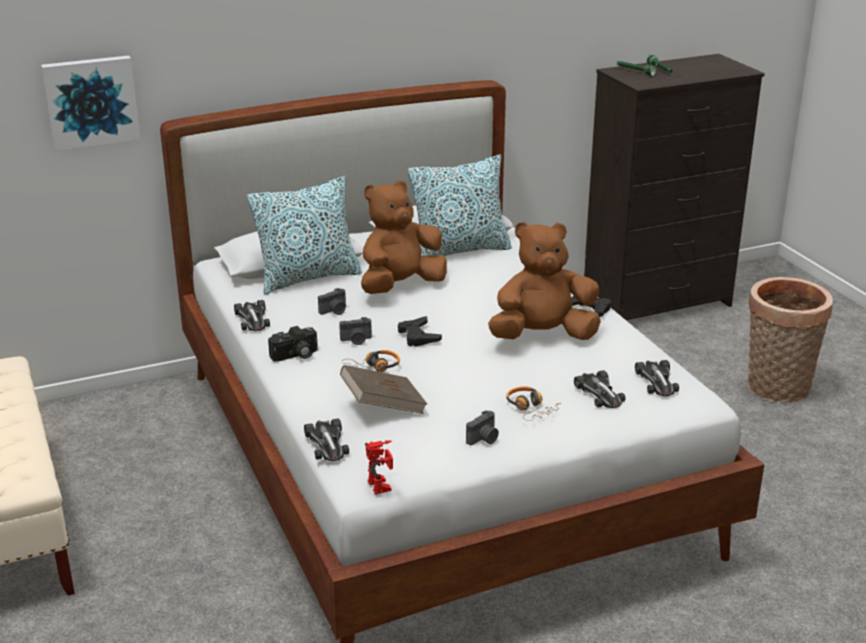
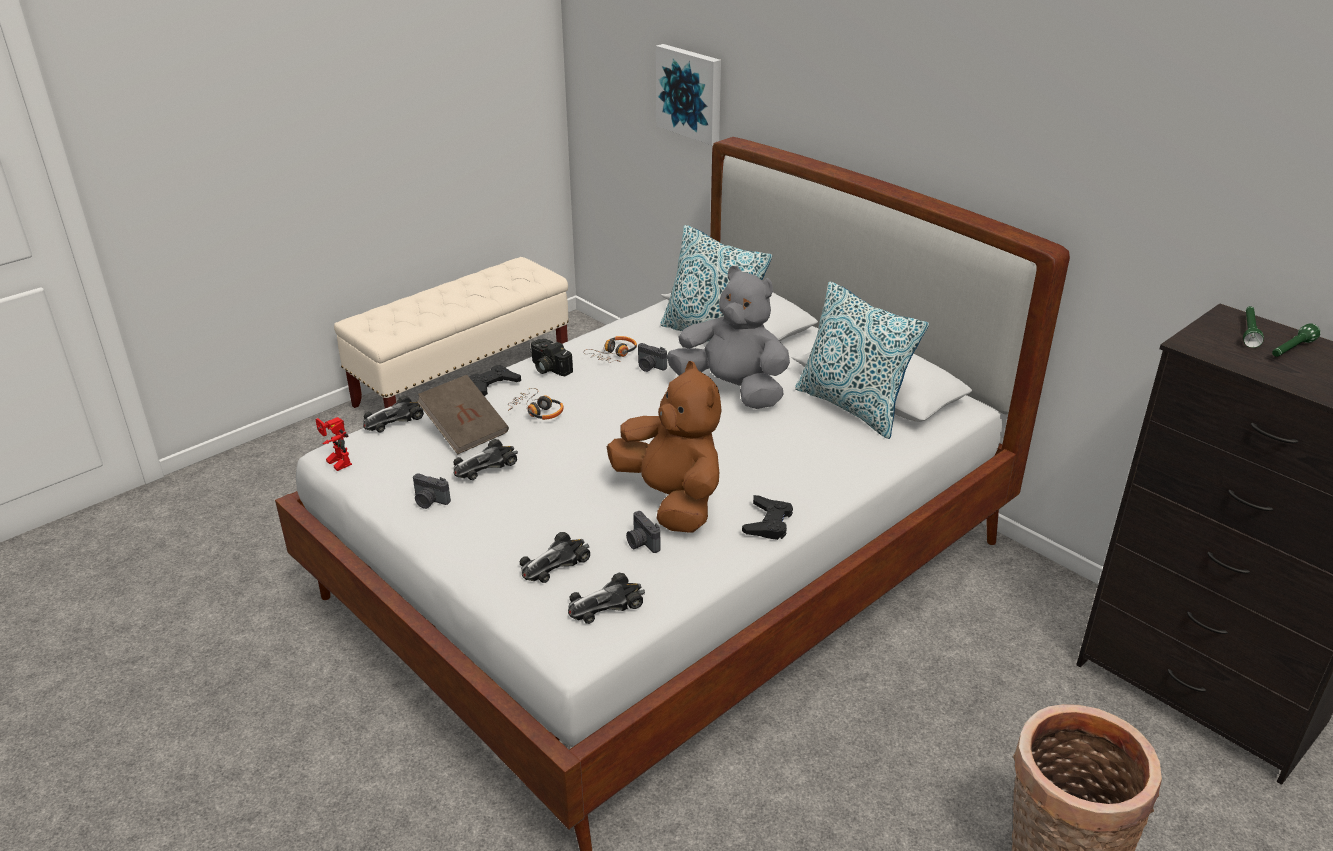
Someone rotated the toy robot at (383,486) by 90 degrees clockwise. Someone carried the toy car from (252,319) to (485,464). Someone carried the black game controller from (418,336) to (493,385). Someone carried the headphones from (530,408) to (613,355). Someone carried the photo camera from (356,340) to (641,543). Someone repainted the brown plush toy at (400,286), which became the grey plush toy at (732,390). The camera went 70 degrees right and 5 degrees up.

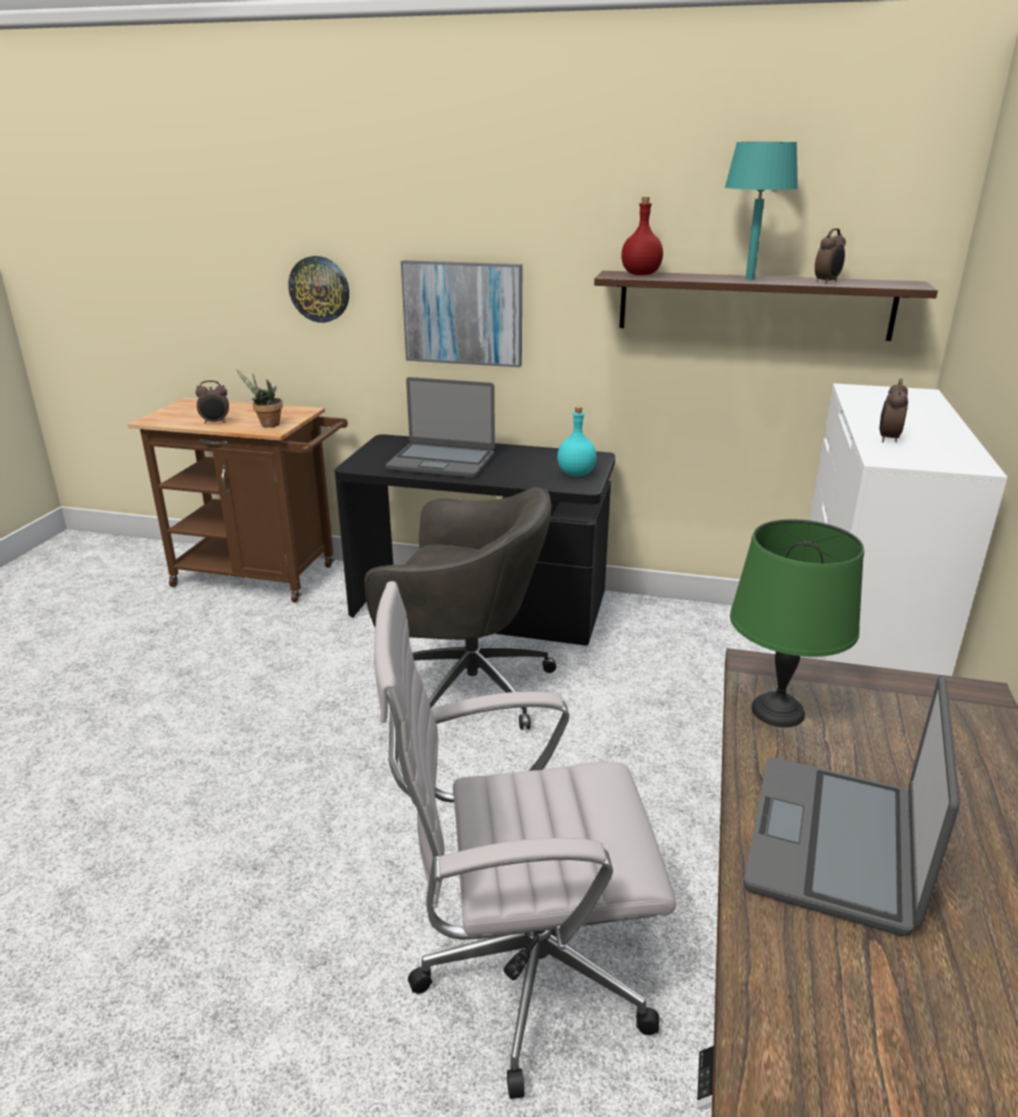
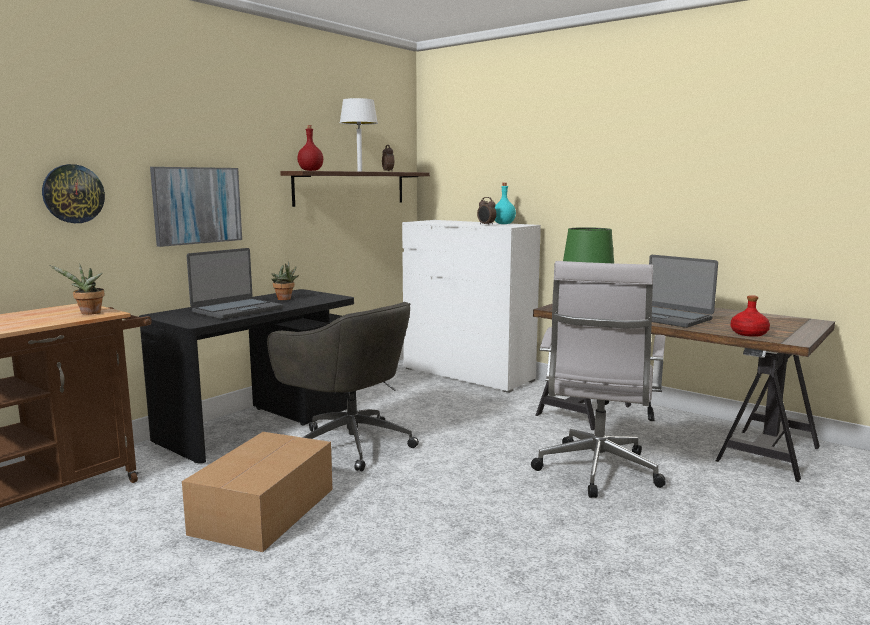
Someone put down the cardboard box at (262,511). Someone rotated the grey office chair at (466,686) by 90 degrees clockwise. Someone put down the potted plant at (285,299). Someone repainted the turquoise table lamp at (750,279), which became the white table lamp at (360,171). Someone carried the turquoise bottle from (576,473) to (503,224). Someone put down the red bottle at (748,333). Someone took away the alarm clock at (215,422). The camera went 65 degrees left and 15 degrees down.

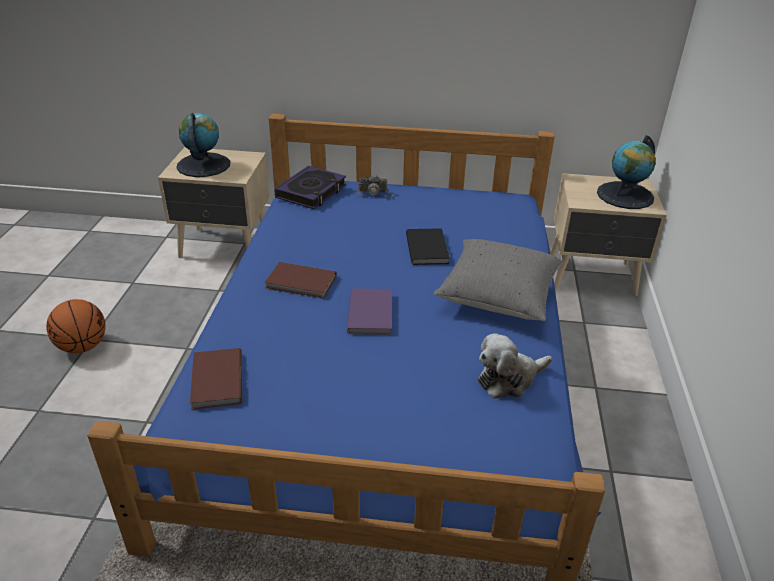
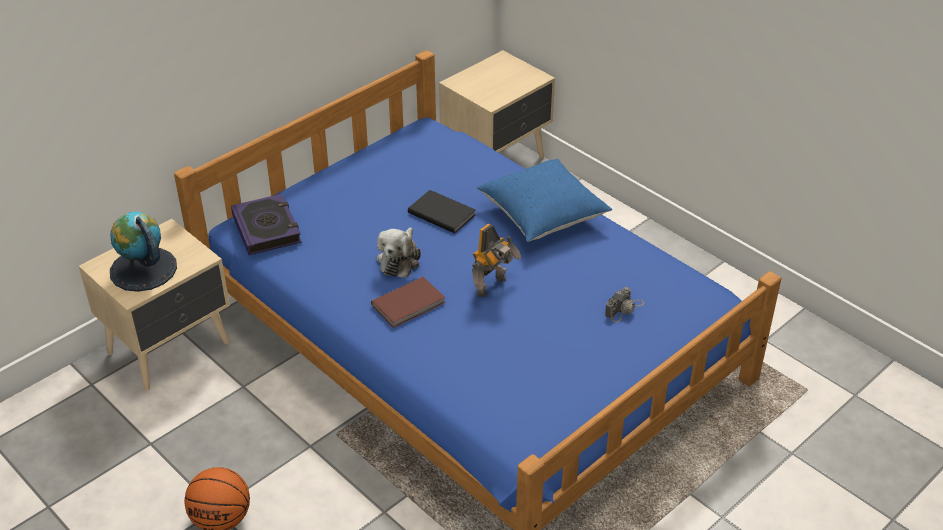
Someone carried the plush toy from (509,379) to (399,260). Someone swapped the purple book at (372,313) for the toy robot at (493,287). Someone repainted the grey pillow at (498,296), which became the blue pillow at (542,215). Someone carried the photo camera from (375,192) to (624,309). Someone took away the brown book at (215,381). Someone took away the globe at (625,195). The camera went 50 degrees left and 5 degrees up.

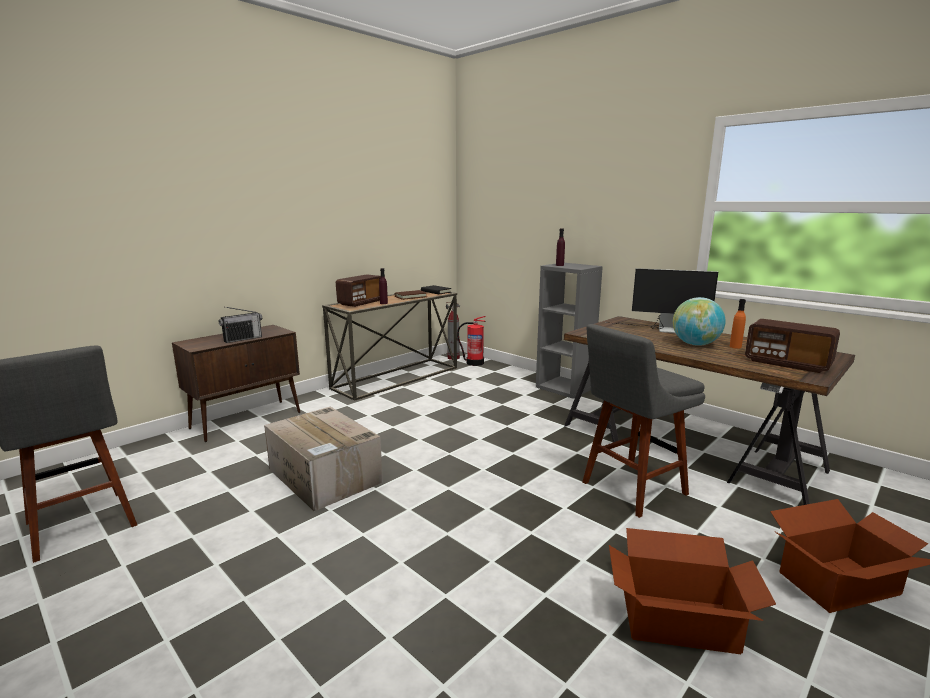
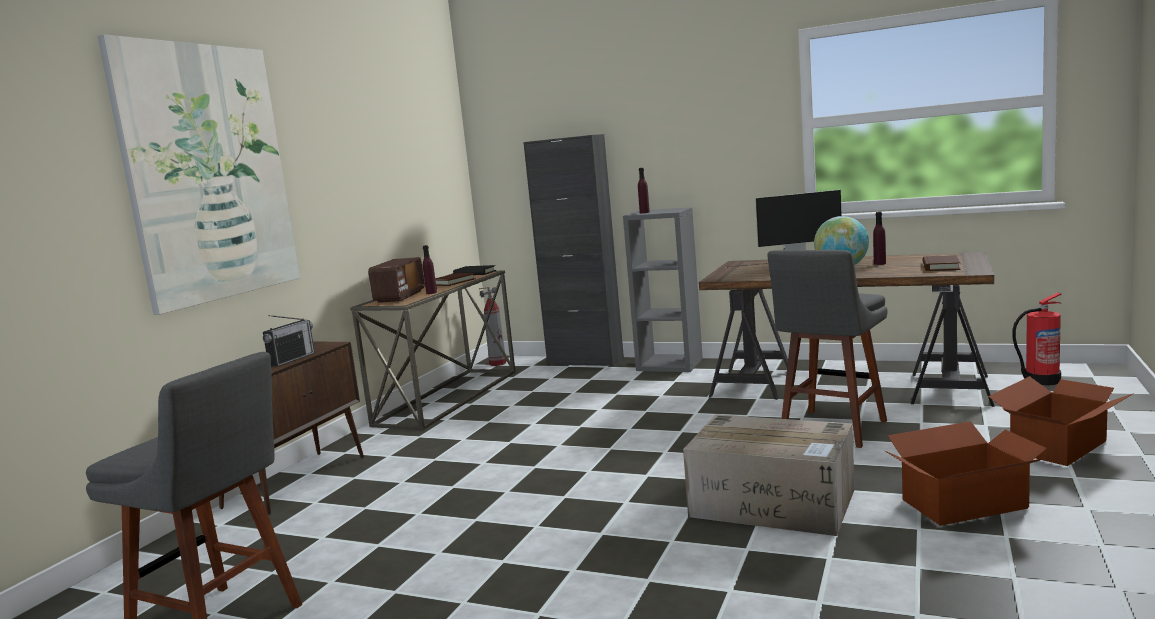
Someone put up the picture at (209,173). Someone put down the black cabinet at (585,361). Someone carried the cardboard box from (325,476) to (775,503). Someone repainted the orange bottle at (735,347), which became the purple bottle at (879,263). Someone swapped the radio at (787,363) for the brown book at (940,266). Someone carried the fire extinguisher from (474,363) to (1040,380). The camera went 20 degrees left and 5 degrees down.

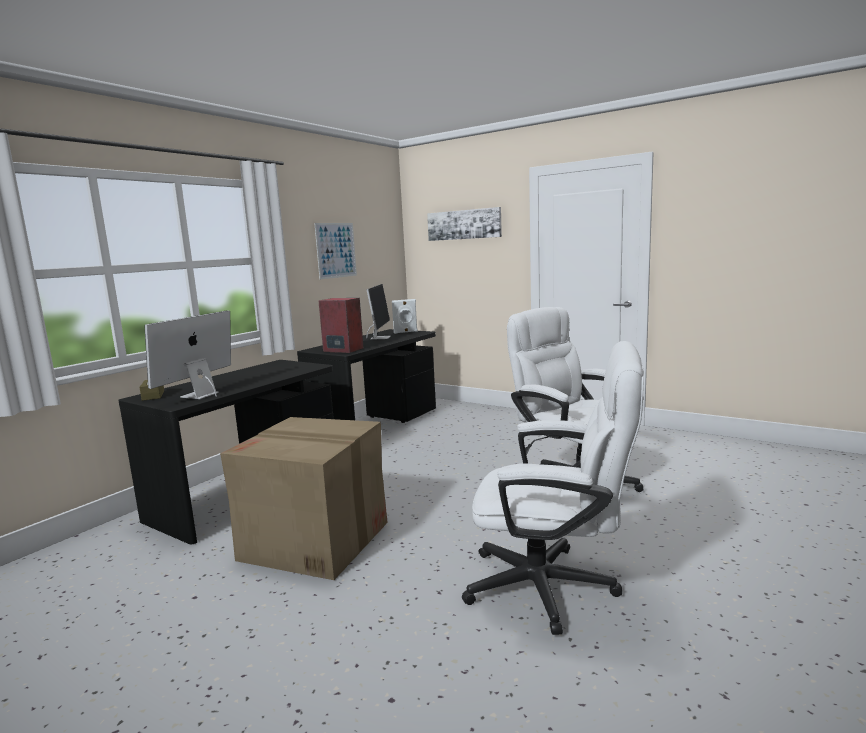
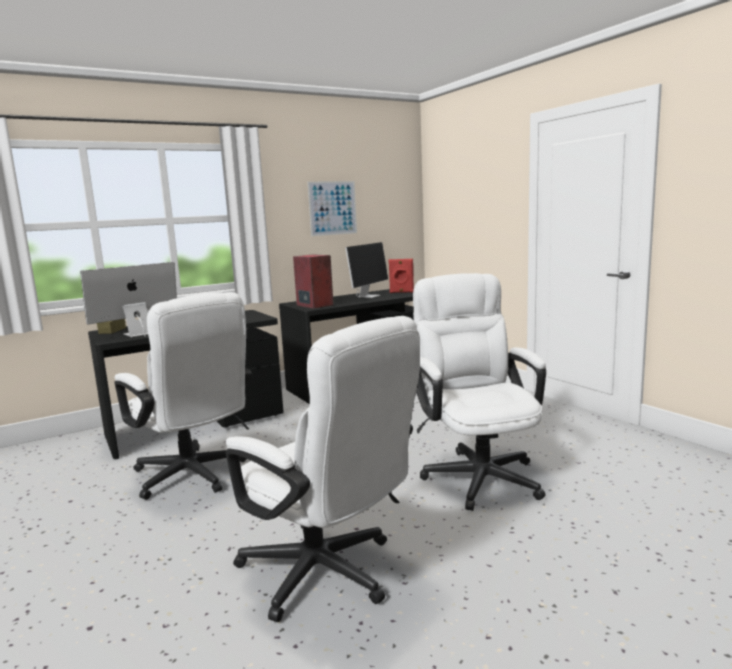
Someone swapped the cardboard box at (316,541) for the white office chair at (194,477). Someone repainted the white speaker at (405,332), which became the red speaker at (401,292). Someone took away the picture at (464,224). The camera went 25 degrees right and 0 degrees up.

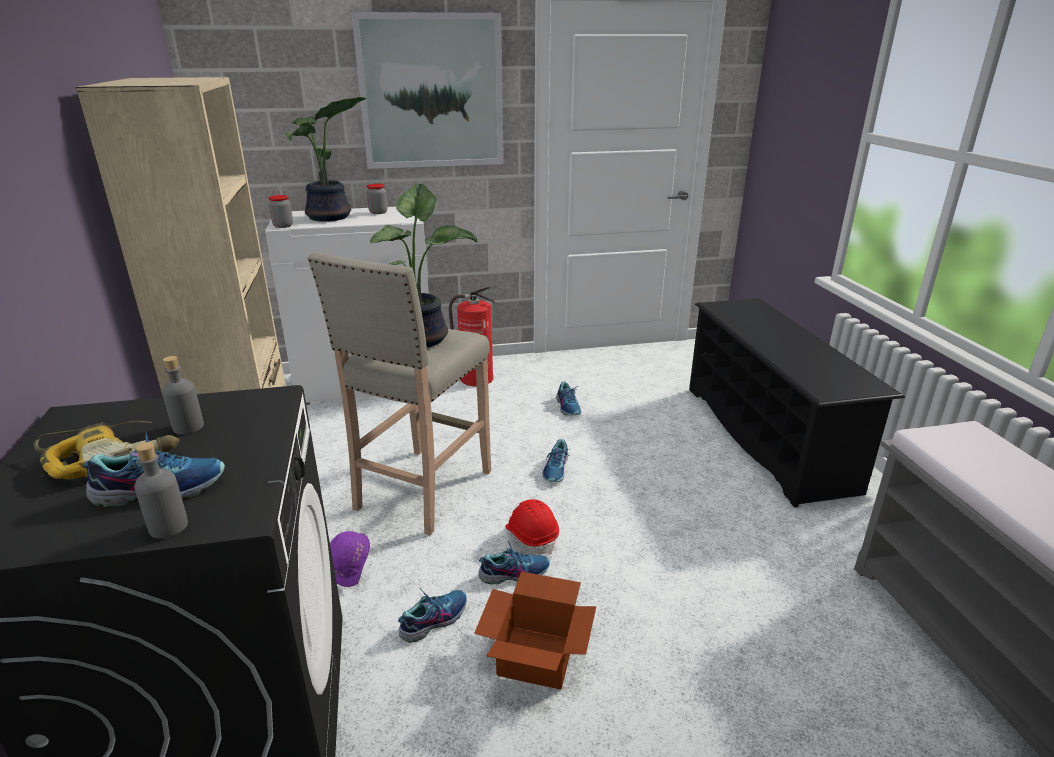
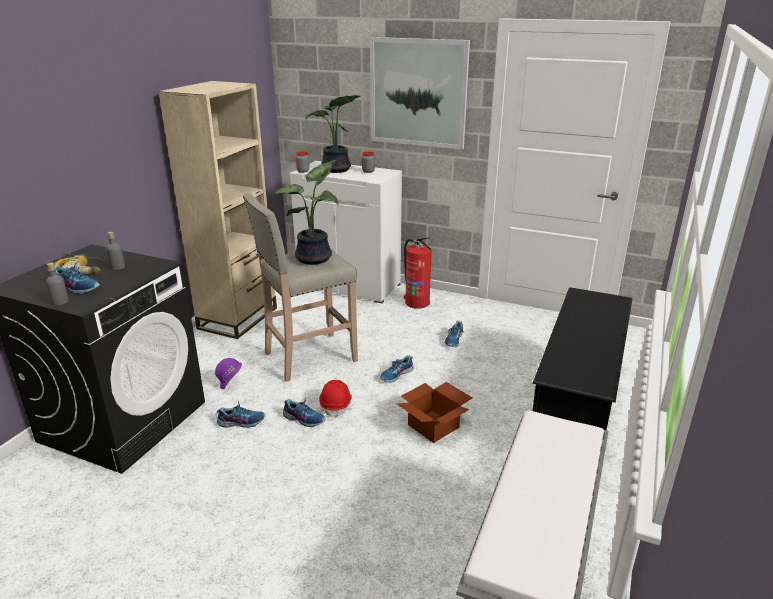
Someone carried the cardboard box from (538,655) to (435,426). The camera went 35 degrees right and 0 degrees up.

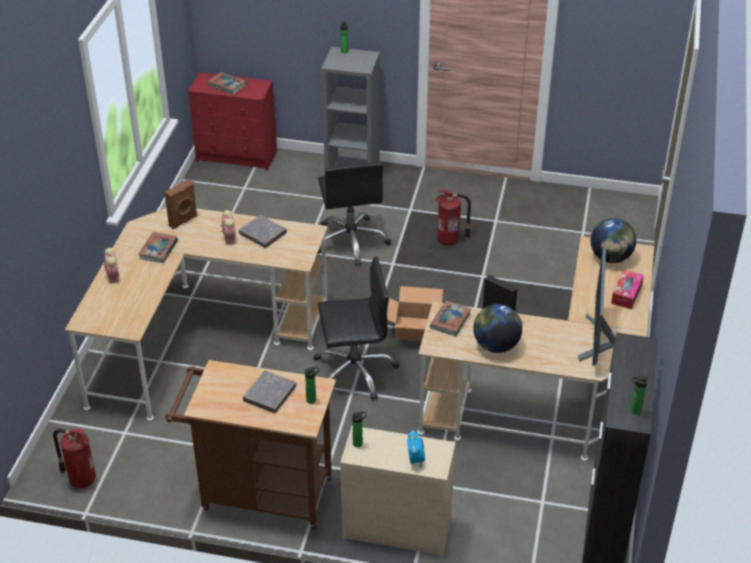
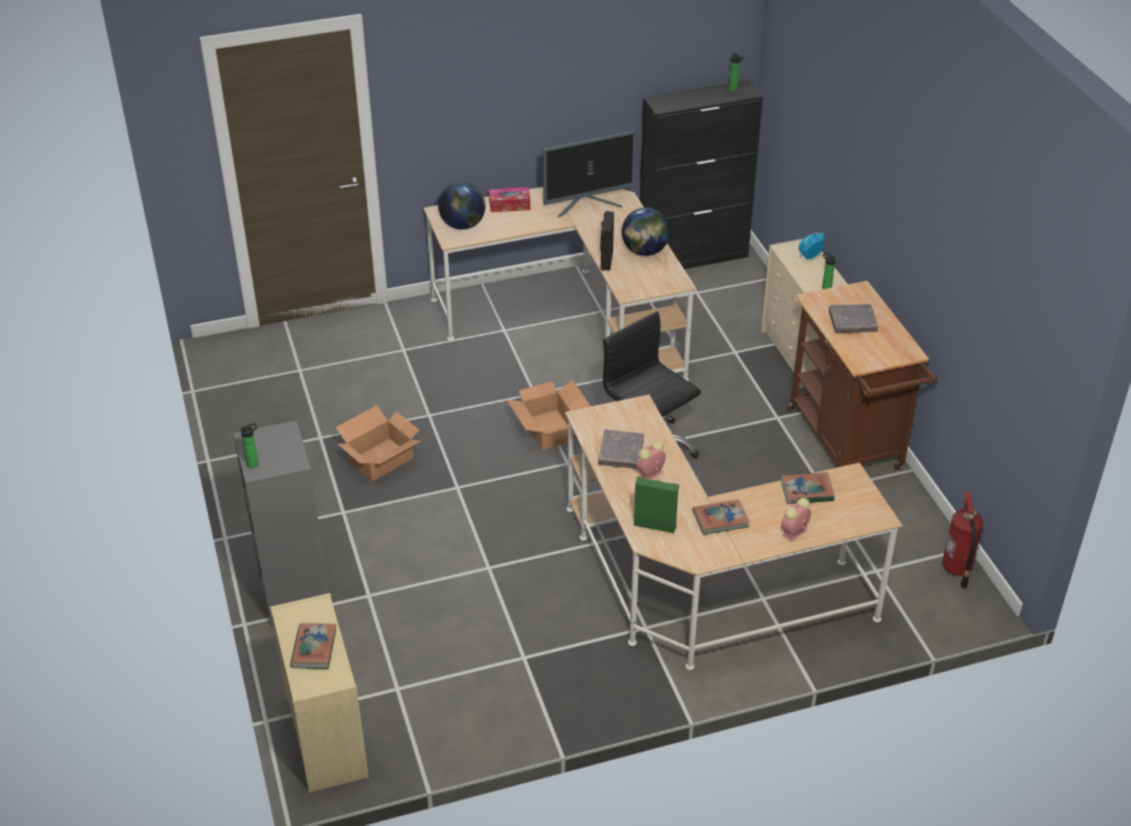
Someone repainted the red dresser at (237,156), which became the beige dresser at (326,735). Someone swapped the fire extinguisher at (450,240) for the cardboard box at (381,459). Someone repainted the brown speaker at (184,221), which became the green speaker at (655,525). Someone carried the book from (450,320) to (807,491). Someone took away the bottle at (312,399). Someone took away the black office chair at (351,241). The camera went 120 degrees left and 0 degrees up.

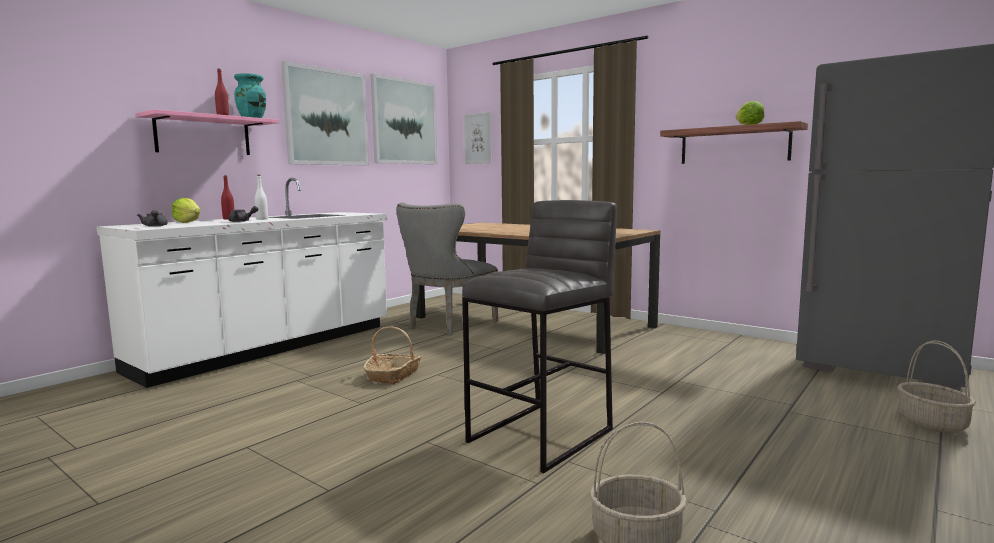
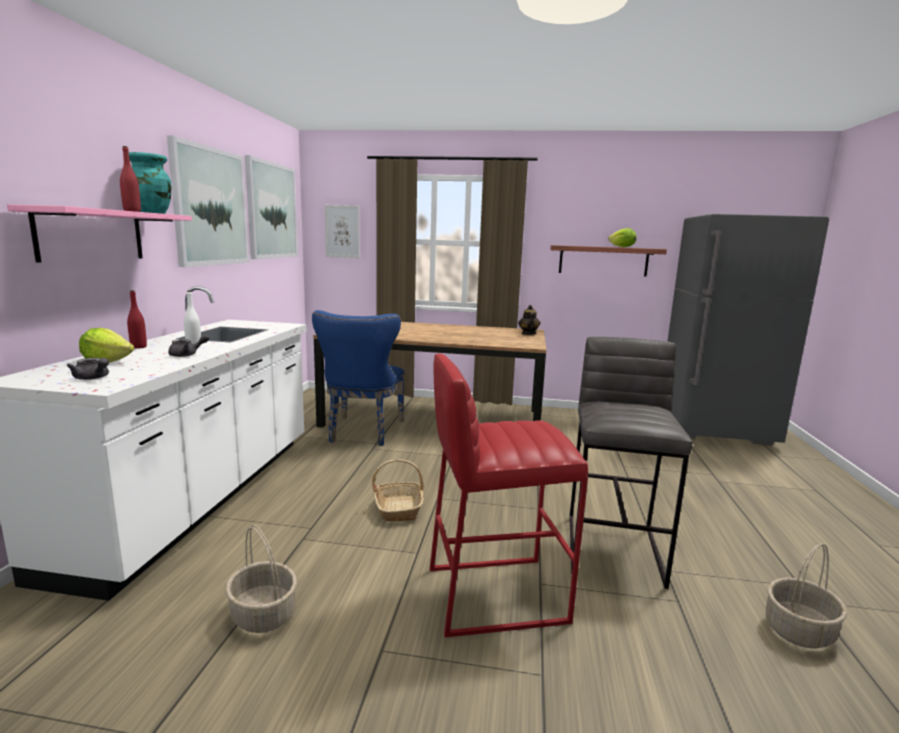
Someone carried the basket from (933,424) to (264,614). Someone repainted the grey chair at (448,325), which became the blue chair at (363,432). Someone put down the red stool at (494,593). Someone put down the teapot at (528,334). The camera went 30 degrees left and 5 degrees up.

